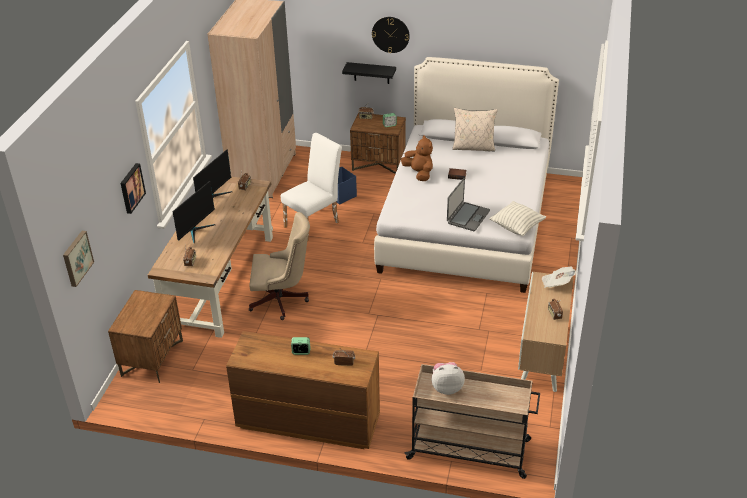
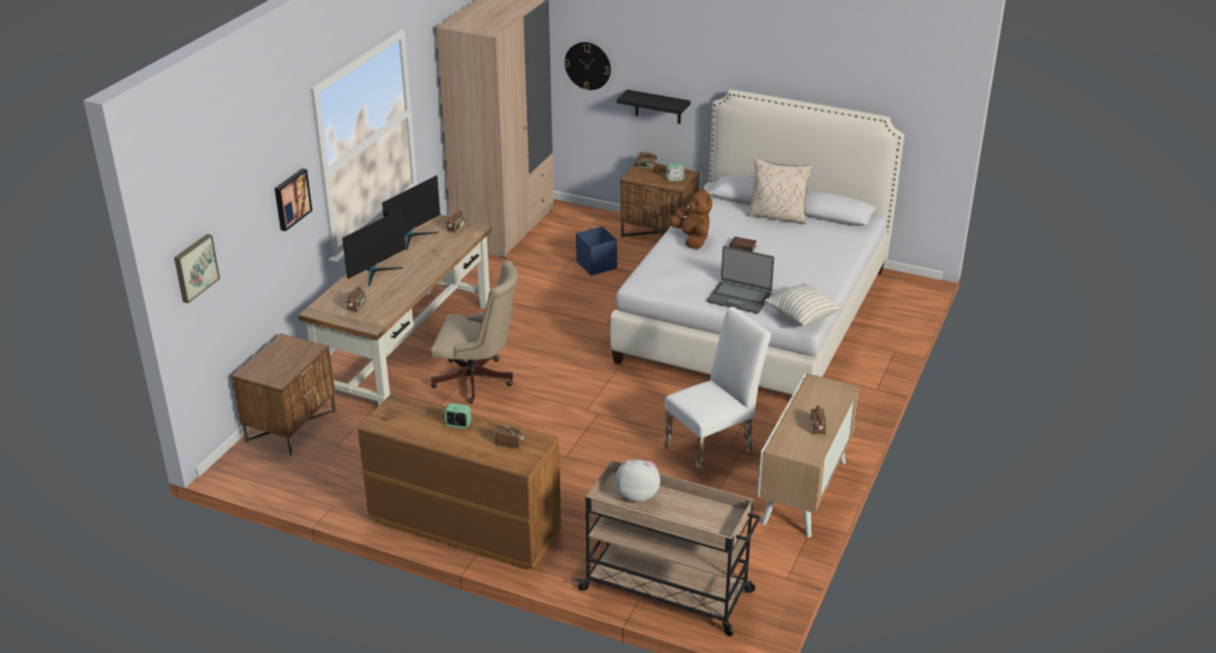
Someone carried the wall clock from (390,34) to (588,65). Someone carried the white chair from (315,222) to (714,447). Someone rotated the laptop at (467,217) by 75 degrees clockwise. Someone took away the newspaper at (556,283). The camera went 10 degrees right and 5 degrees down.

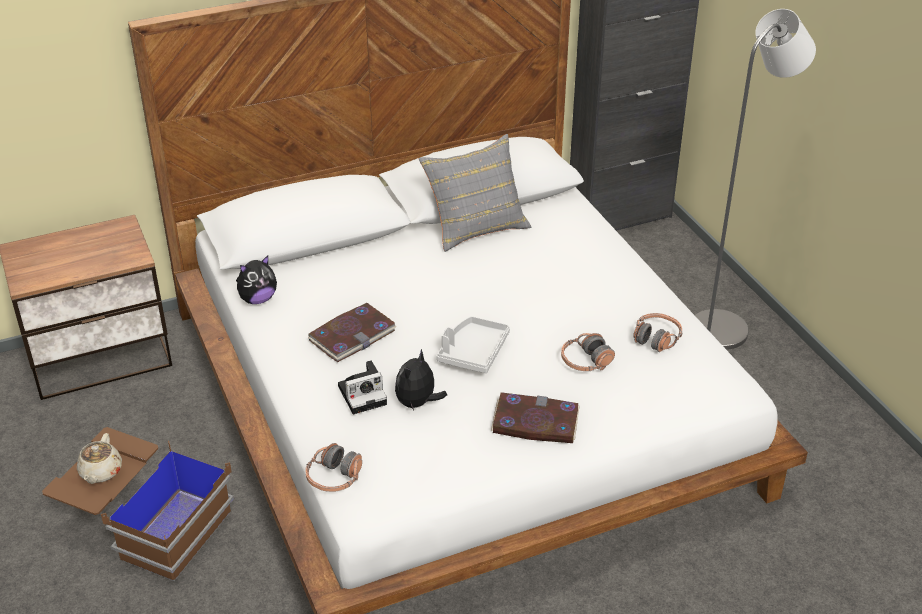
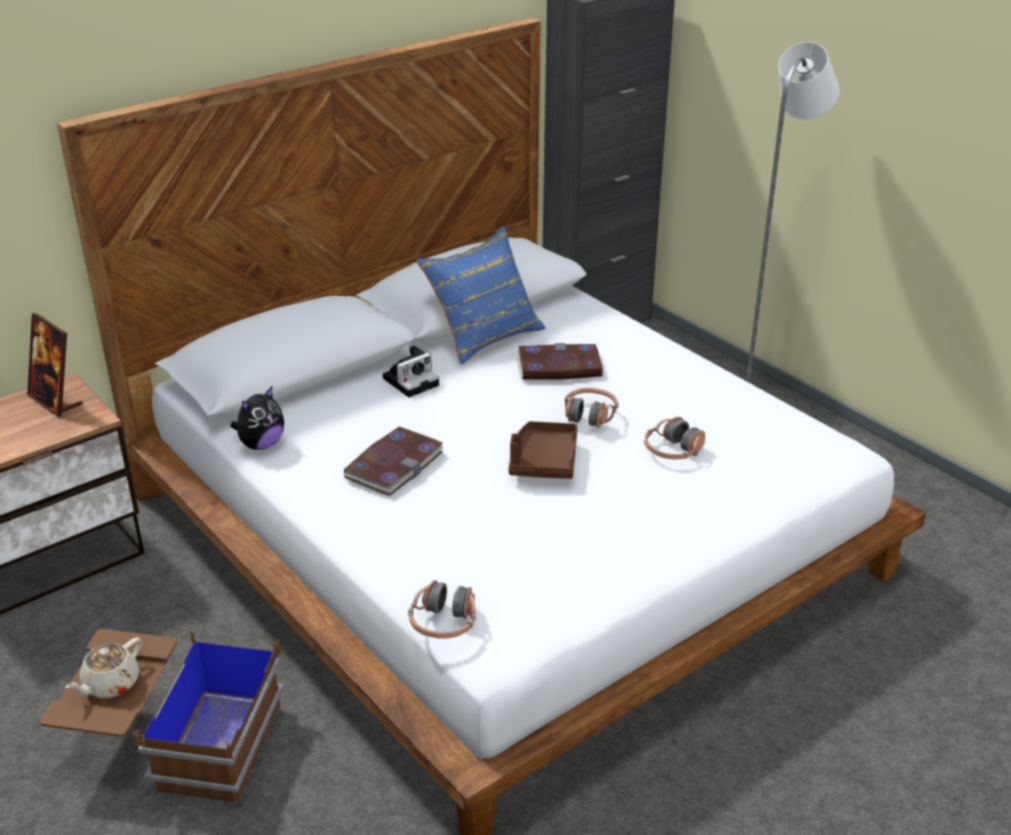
Someone put down the picture frame at (56,400). Someone rotated the beige teapot at (100,472) by 45 degrees clockwise. Someone carried the photo camera from (364,394) to (412,381). Someone repainted the grey pillow at (476,227), which became the blue pillow at (484,336). Someone repainted the grey tray at (473,352), which became the brown tray at (543,460). Someone carried the book from (535,422) to (559,366). Someone carried the headphones from (656,338) to (589,415). Someone took away the plush toy at (418,403). The camera went 15 degrees left and 5 degrees down.

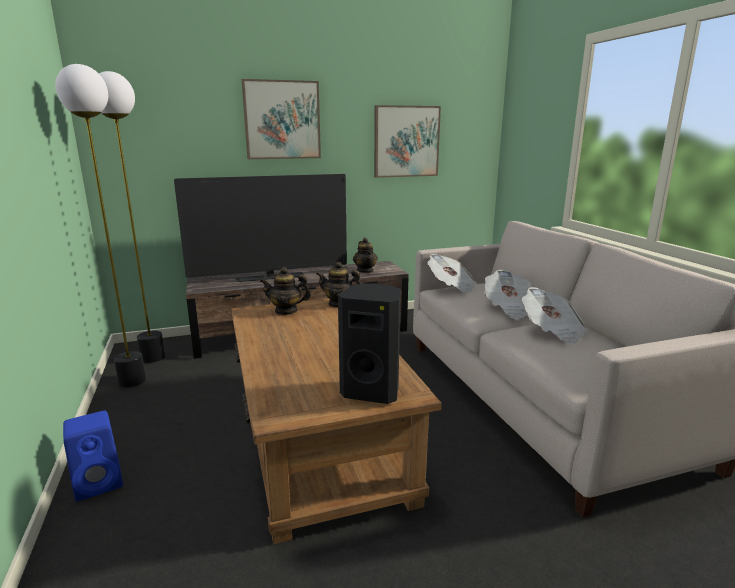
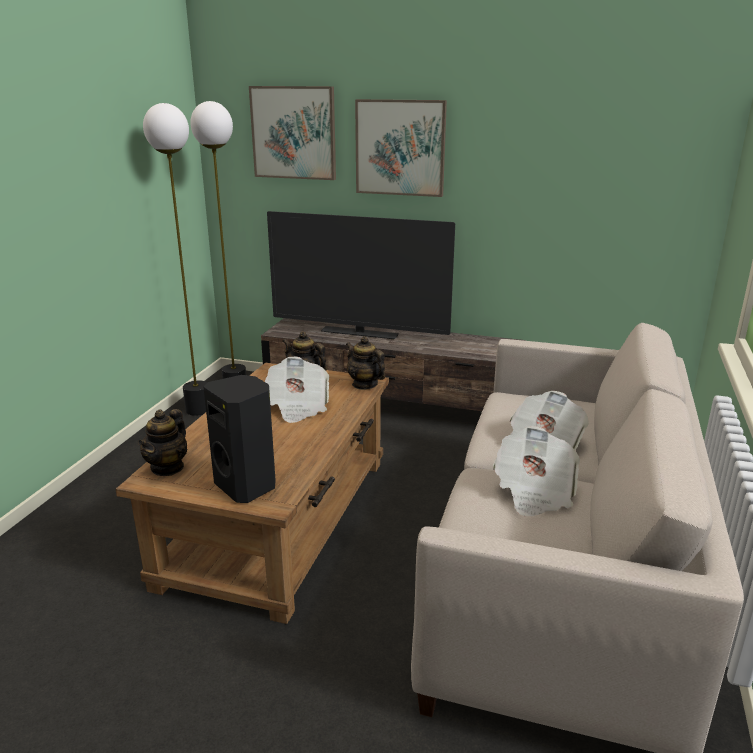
Someone carried the teapot from (365,270) to (167,467). Someone carried the picture from (406,141) to (294,133). Someone carried the newspaper from (451,286) to (297,406). Someone took away the blue speaker at (100,482). The camera went 35 degrees right and 5 degrees up.

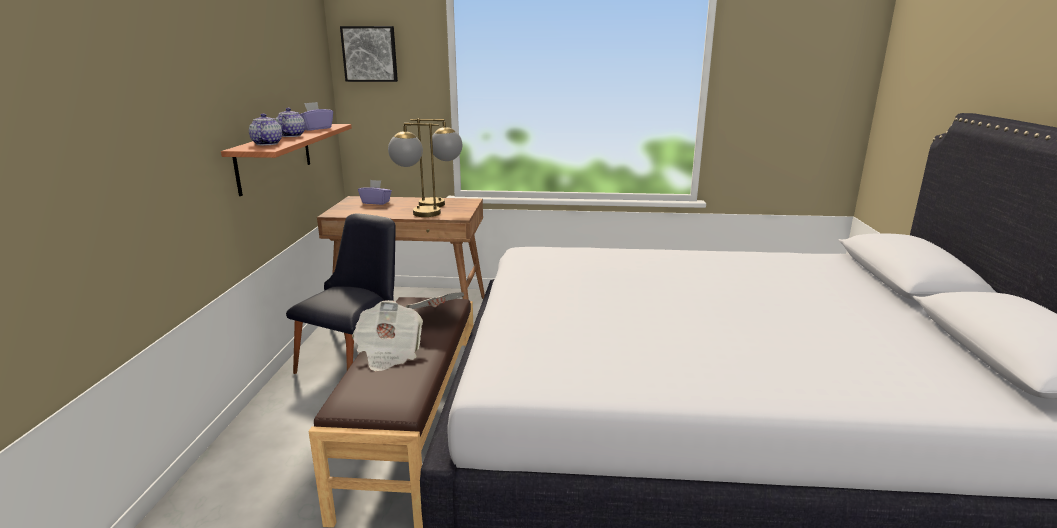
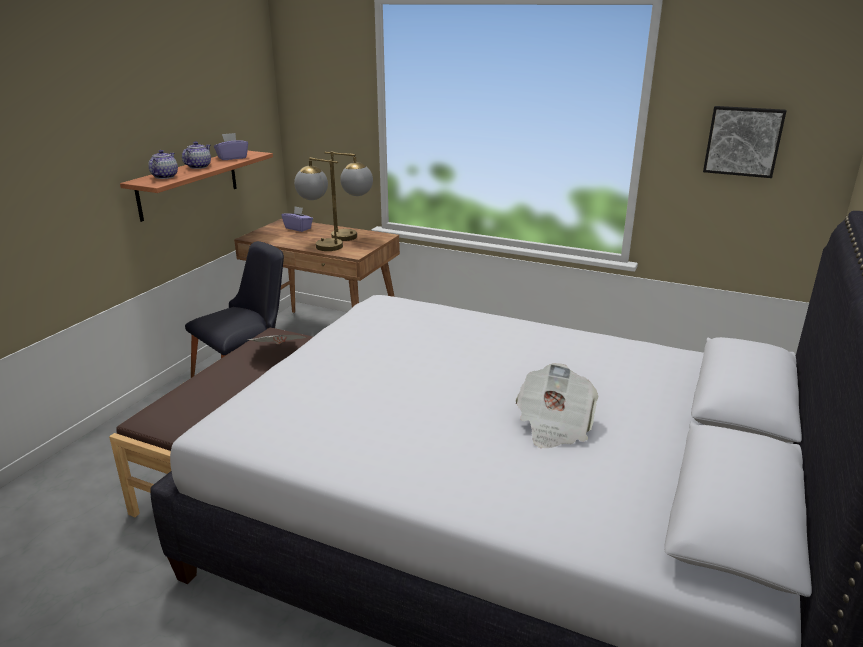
Someone carried the newspaper from (389,352) to (554,425). Someone carried the picture from (370,54) to (743,141). The camera went 20 degrees right and 5 degrees up.

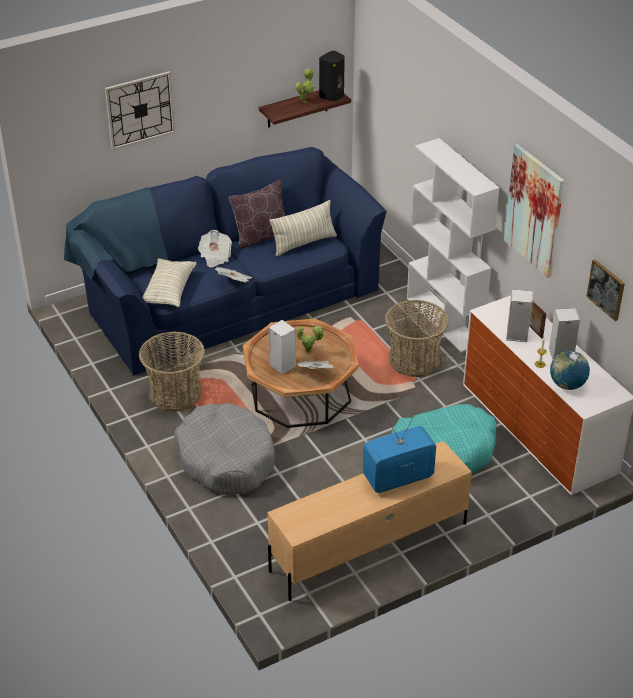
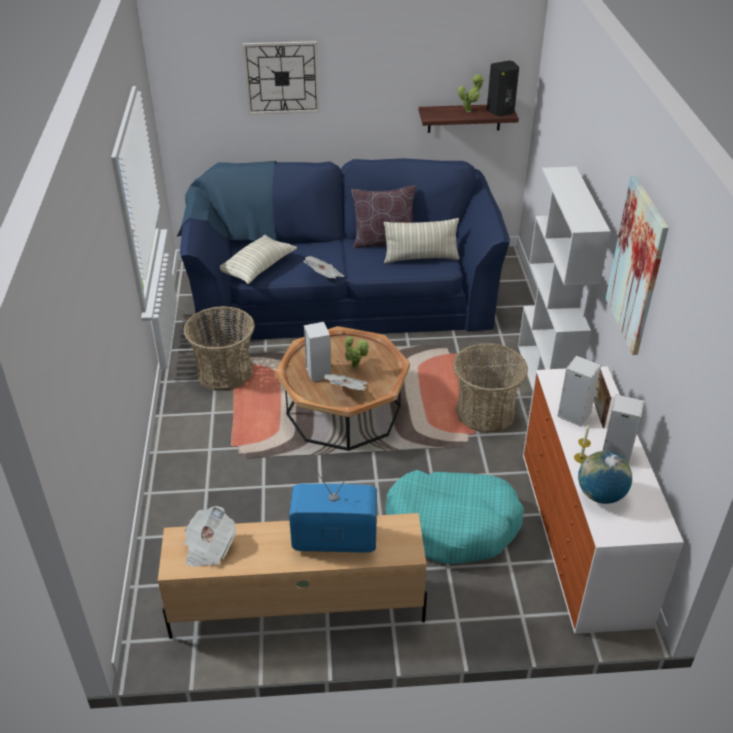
Someone carried the newspaper from (215,257) to (209,548). Someone took away the grey dog bed at (226,459). Someone took away the picture at (606,289). The camera went 25 degrees right and 0 degrees up.

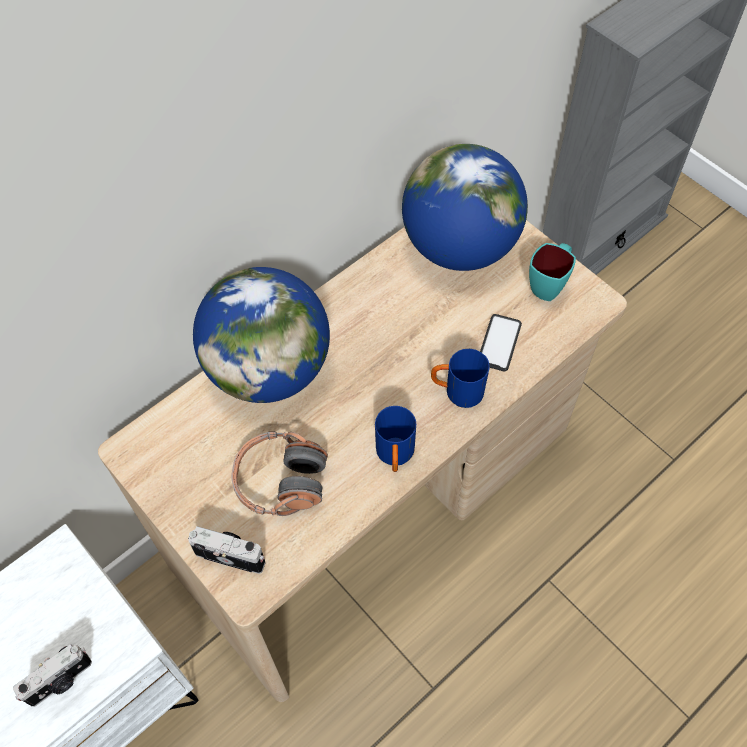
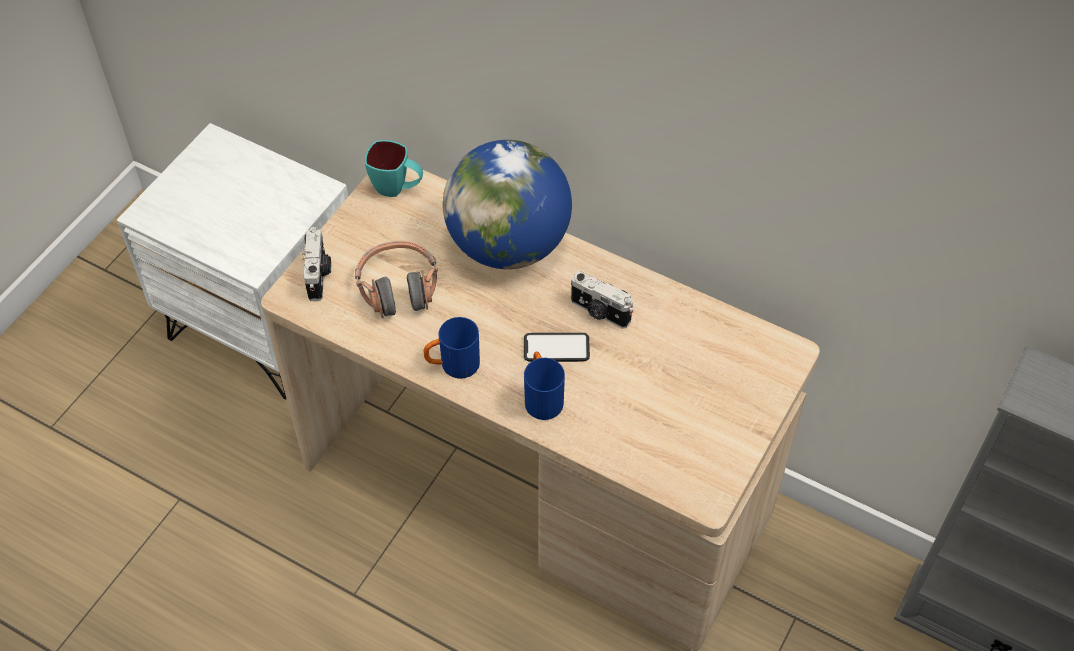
Someone carried the turquoise mug from (549,285) to (397,189). Someone carried the phone from (499,343) to (556,348). Someone carried the photo camera from (61,681) to (599,312). Someone took away the globe at (460,247). The camera went 70 degrees right and 5 degrees down.

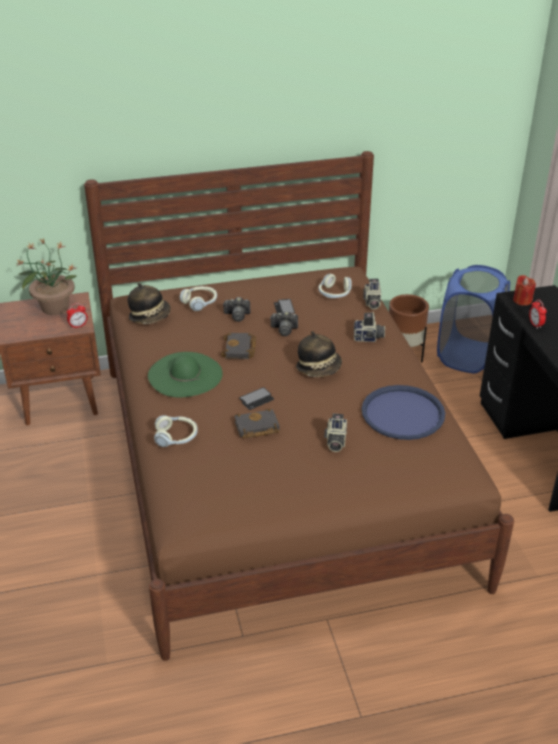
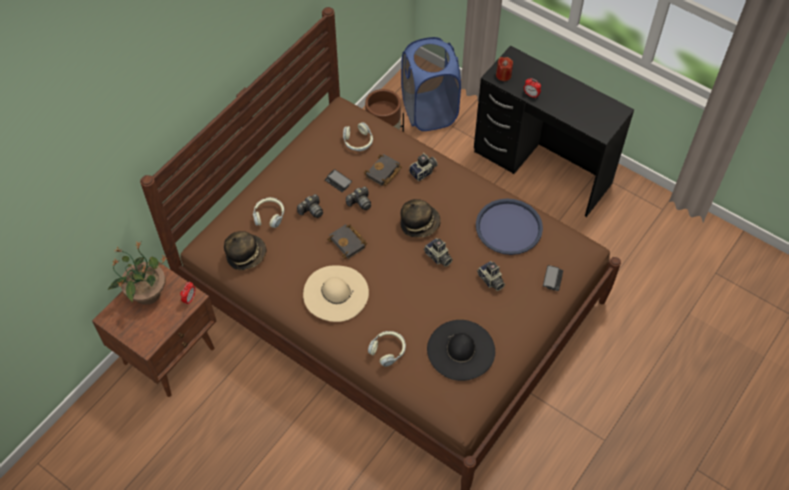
Someone repainted the green hat at (185,375), which became the beige hat at (335,293). Someone carried the black book from (256,428) to (383,173). Someone carried the photo camera from (371,303) to (438,257). Someone put down the black hat at (461,350). Someone carried the phone from (256,399) to (552,278). The camera went 40 degrees left and 20 degrees up.

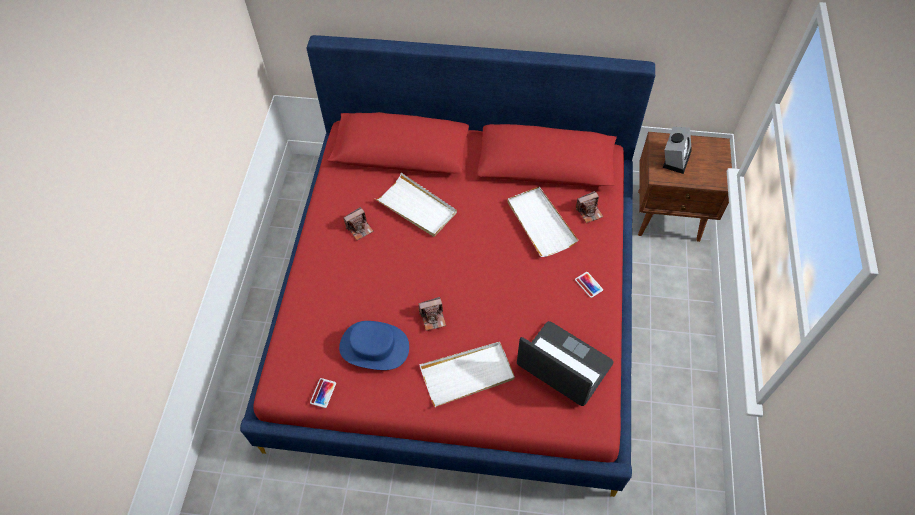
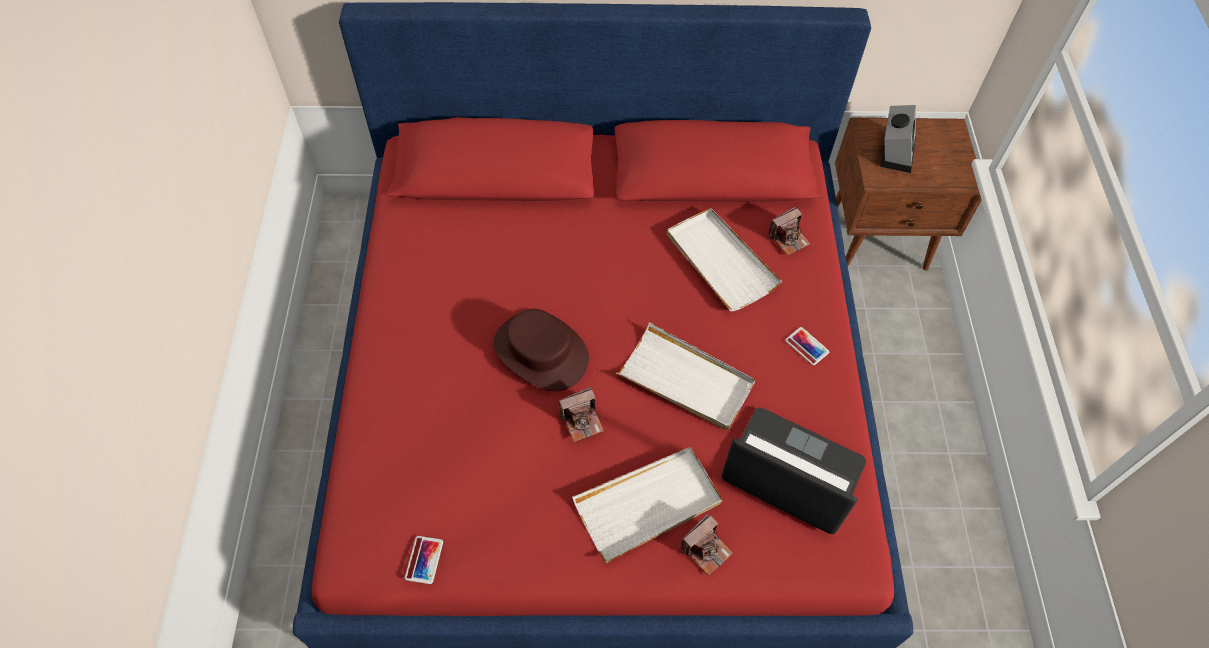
Someone put down the brown hat at (540,352). Someone carried the white tray from (417,207) to (686,380). Someone carried the photo camera from (359,228) to (706,549). Someone took away the blue hat at (374,347). The camera went 10 degrees left and 0 degrees up.

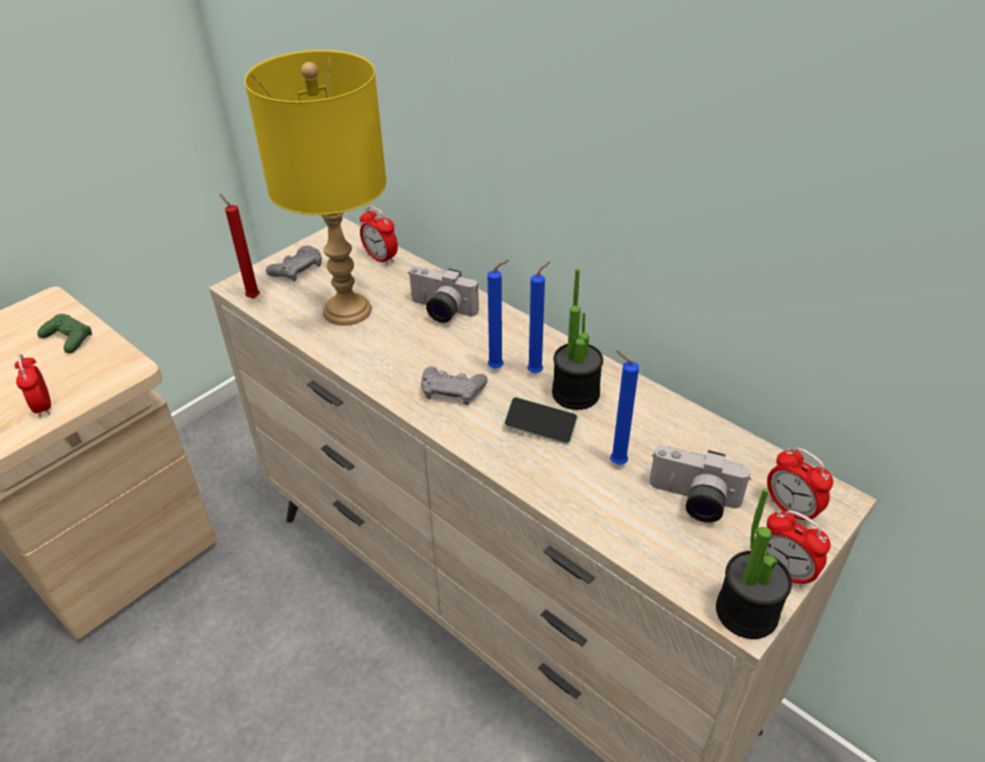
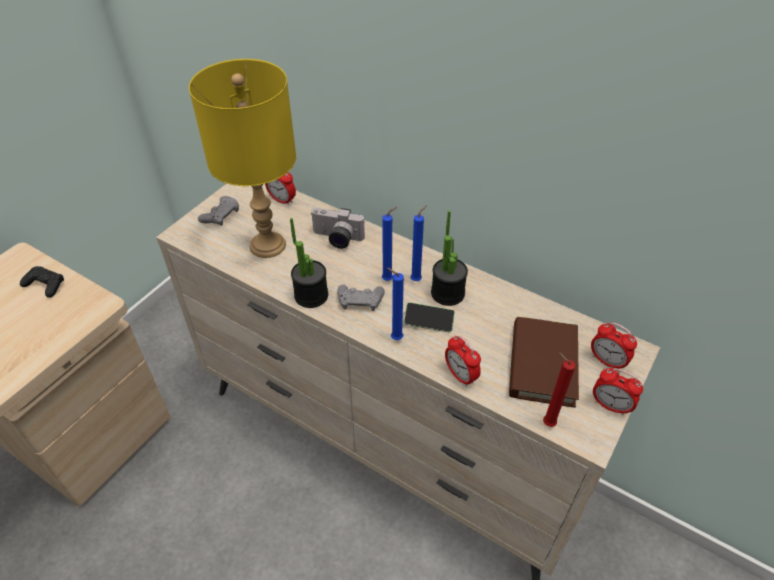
Someone repainted the green game controller at (68,338), which became the black game controller at (45,285). Someone carried the potted plant from (746,612) to (311,295). Someone carried the blue candle from (615,462) to (395,338). Someone carried the alarm clock from (43,406) to (460,375). Someone swapped the photo camera at (692,502) for the brown book at (542,364). Someone carried the red candle from (252,297) to (546,423). The camera went 10 degrees left and 5 degrees up.

